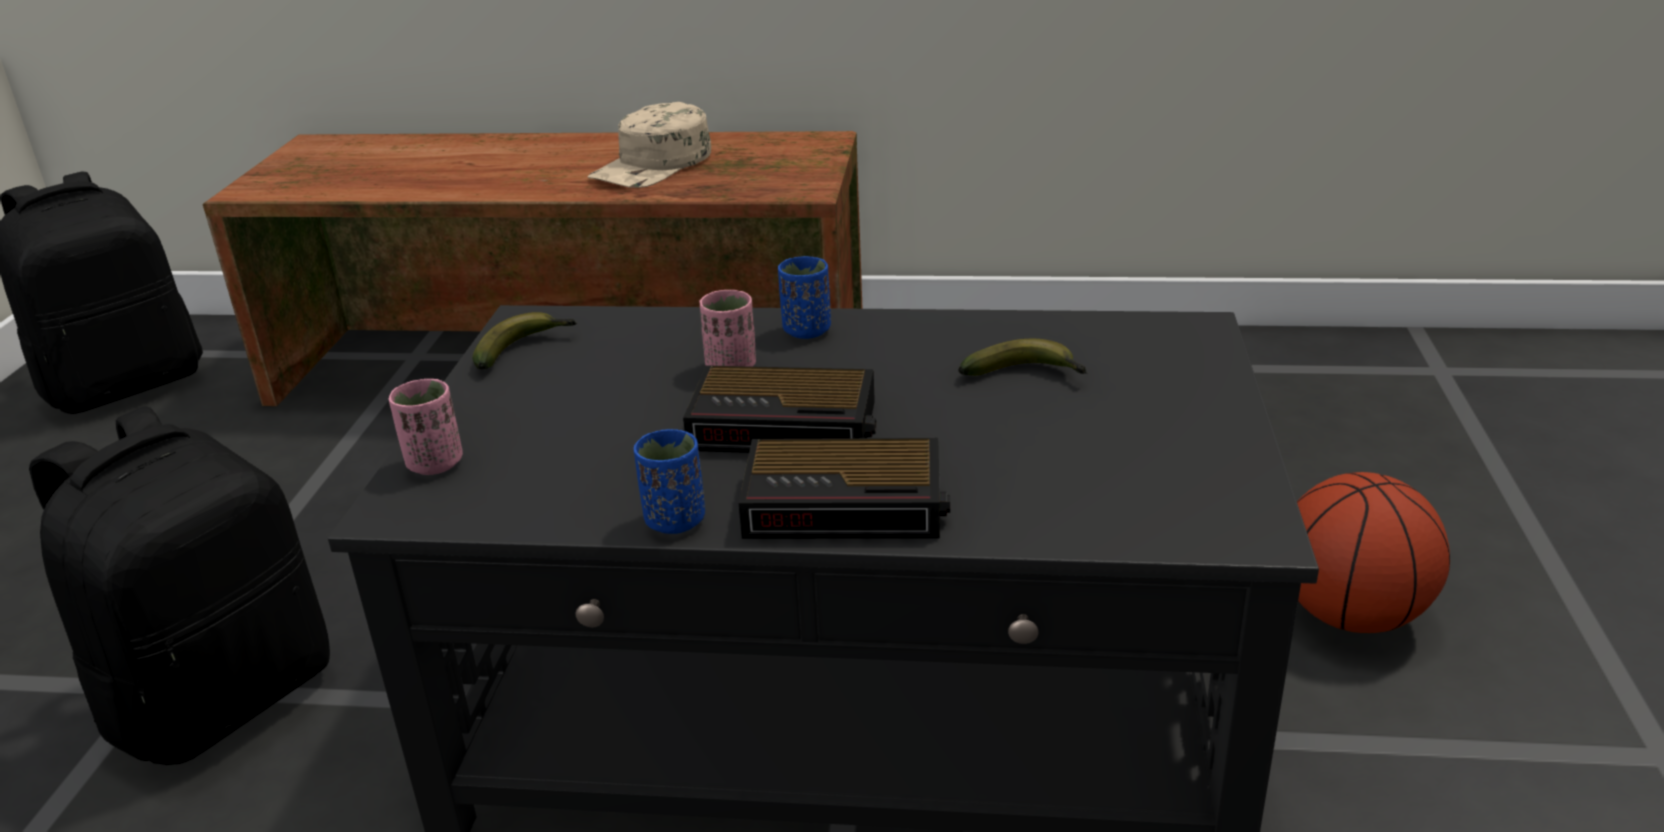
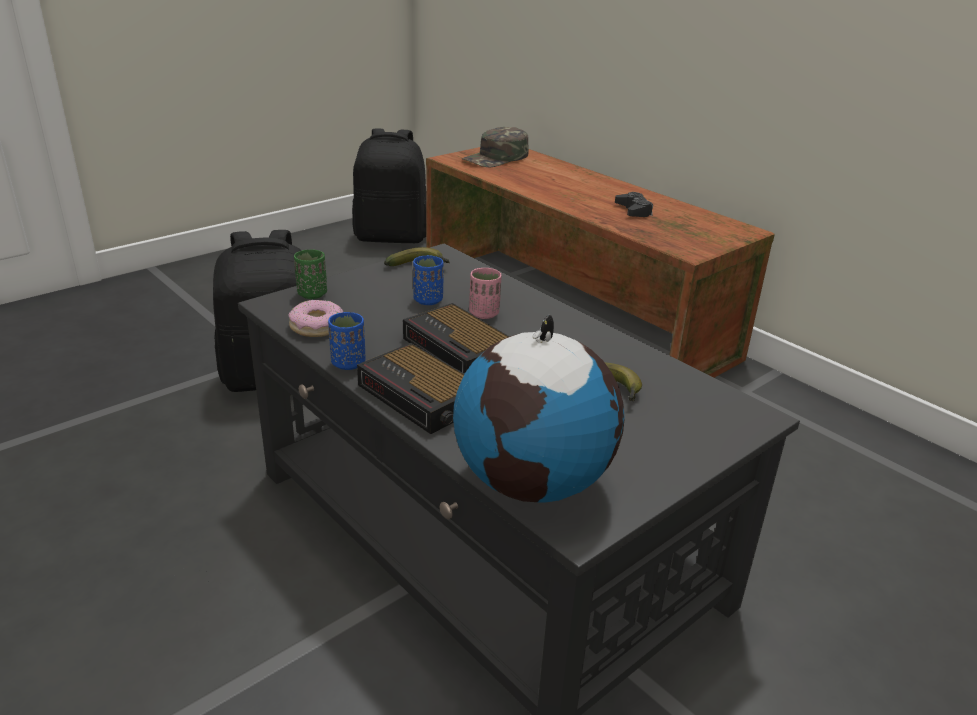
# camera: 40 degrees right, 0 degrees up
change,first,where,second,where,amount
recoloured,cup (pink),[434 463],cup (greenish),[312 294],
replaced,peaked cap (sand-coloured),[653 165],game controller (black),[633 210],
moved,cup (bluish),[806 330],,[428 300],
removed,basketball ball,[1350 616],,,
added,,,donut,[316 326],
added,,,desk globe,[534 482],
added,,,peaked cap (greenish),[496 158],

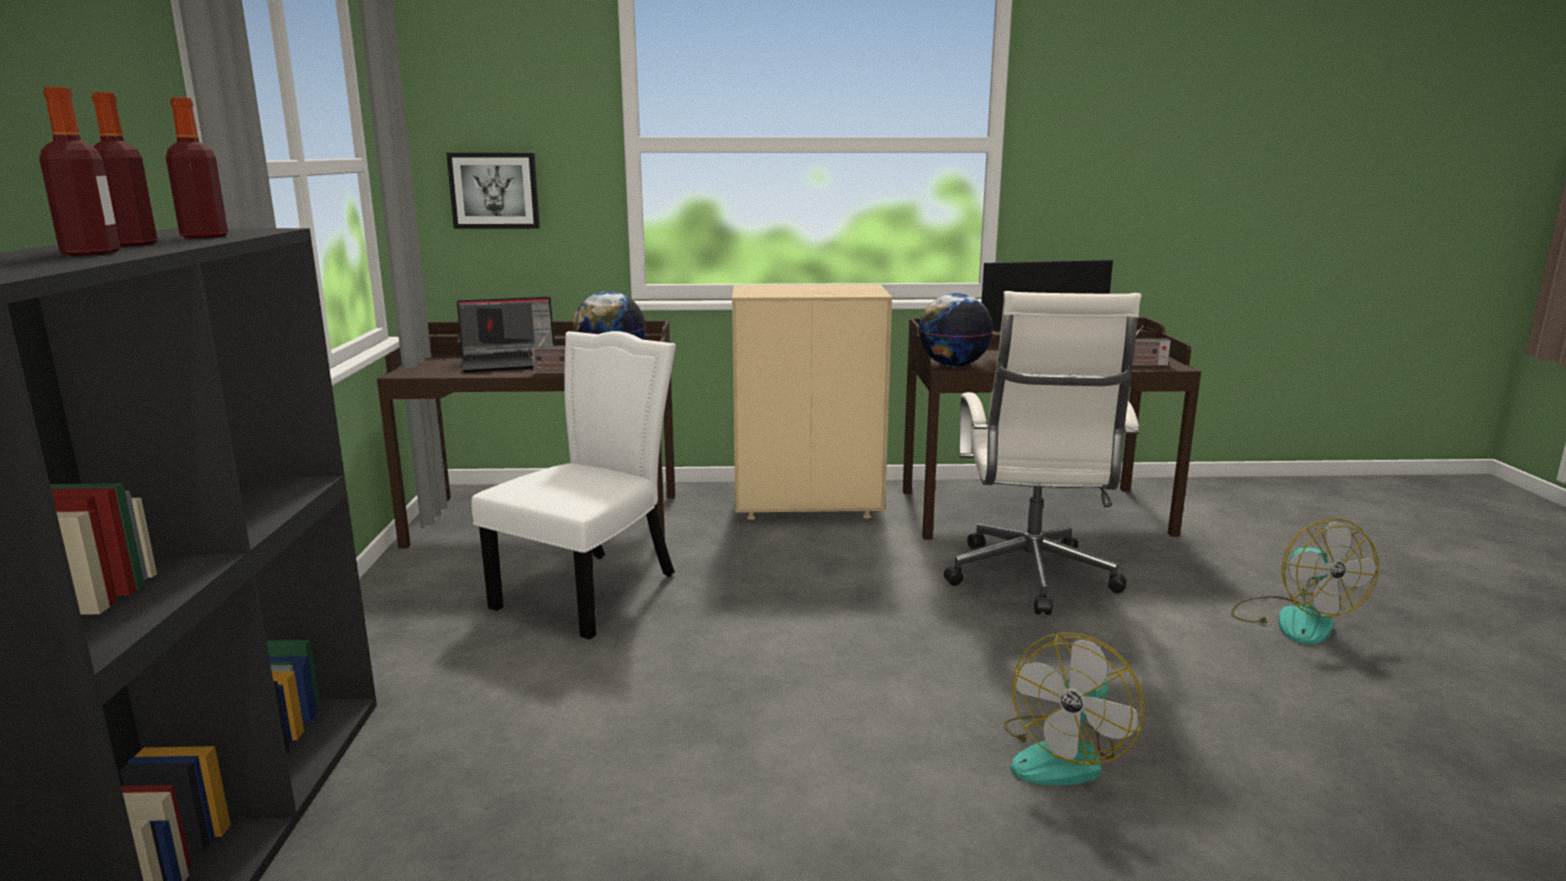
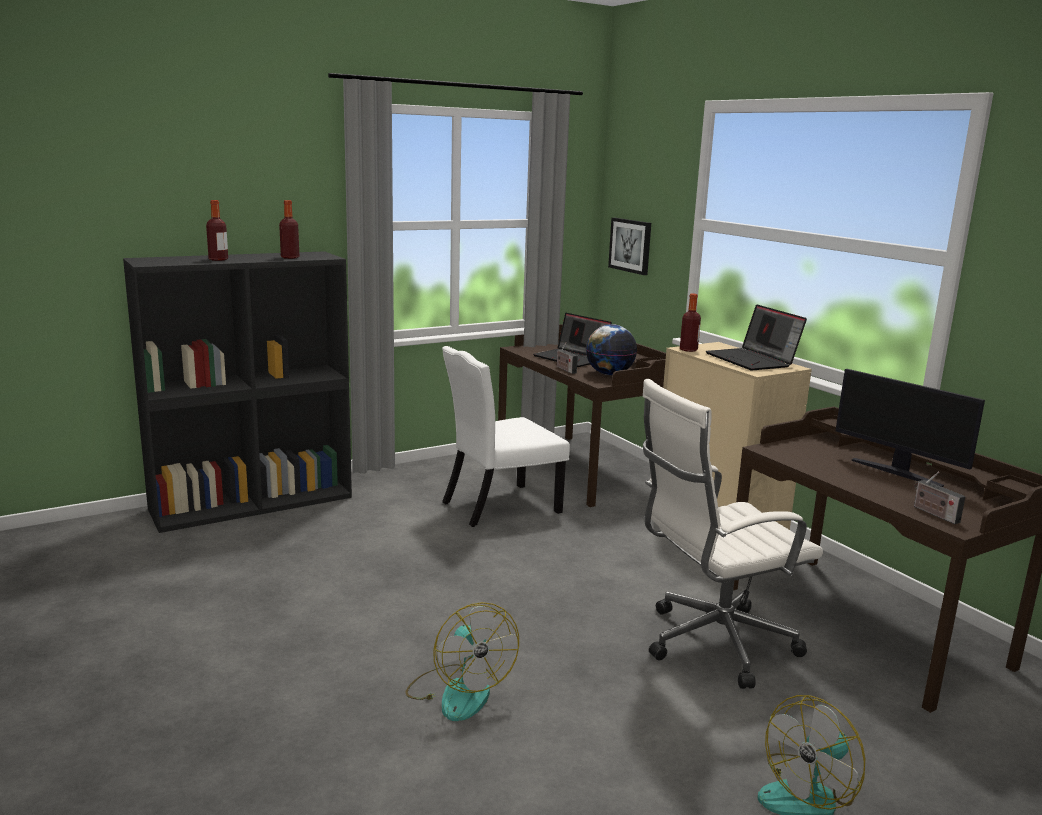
# camera: 60 degrees right, 0 degrees up
change,first,where,second,where,amount
moved,drink bottle,[132 244],,[688 350],
turned,plain chair (whitish),[587 594],,[502 506],150 degrees clockwise
removed,desk globe,[953 365],,,
turned,fan,[1064 755],,[459 691],120 degrees counterclockwise
added,,,portable computer,[753 360],

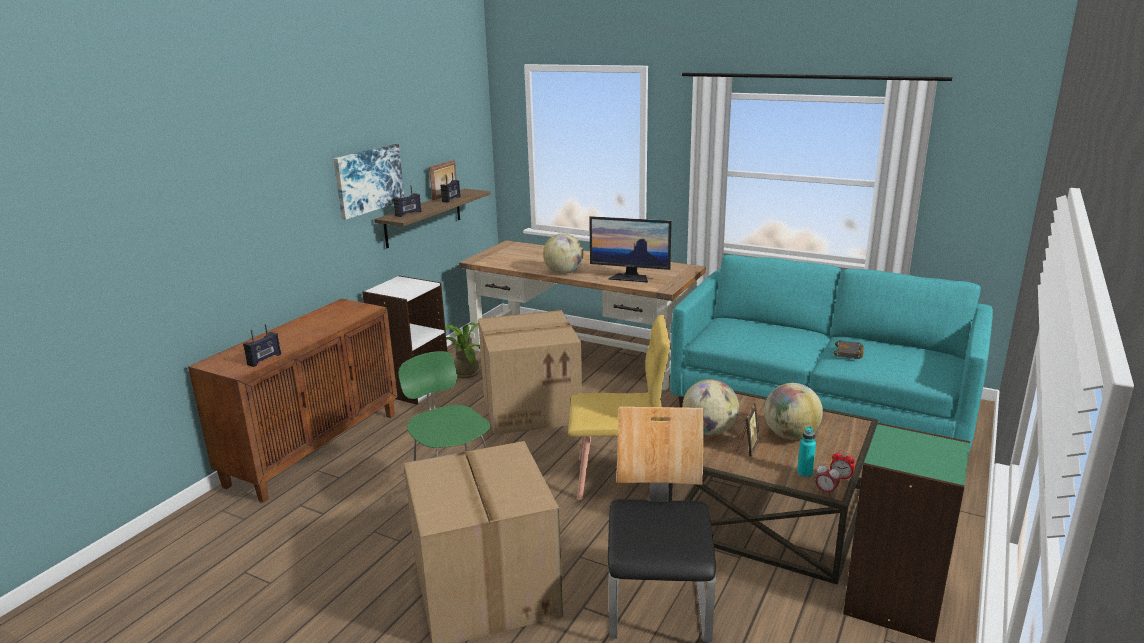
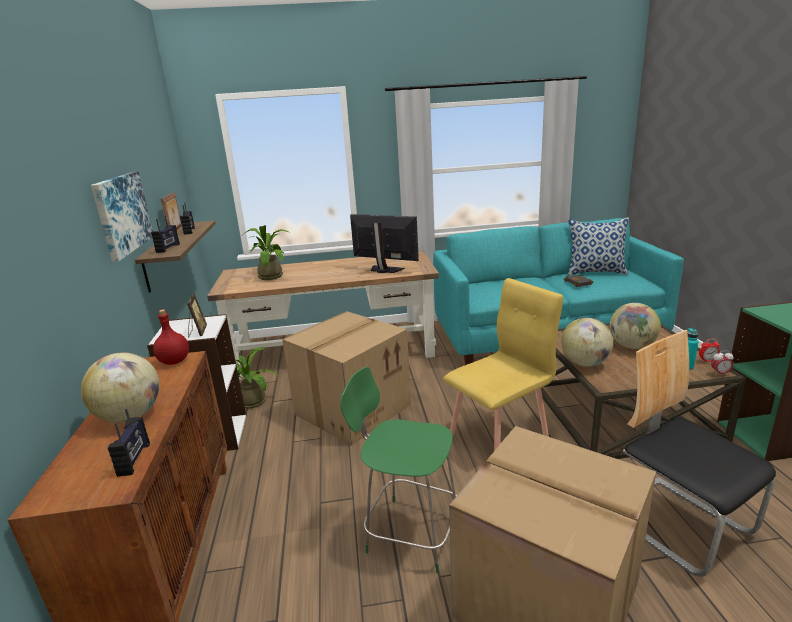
# camera: 35 degrees left, 0 degrees up
change,first,where,second,where,amount
moved,desk globe,[563 272],,[130 416],
turned,computer display,[630 277],,[384 270],135 degrees counterclockwise
moved,photo frame,[747 448],,[197 332],
added,,,drink bottle (red-coloured),[175 361],
added,,,plant in a pot,[271 275],
added,,,pillow,[596 272],

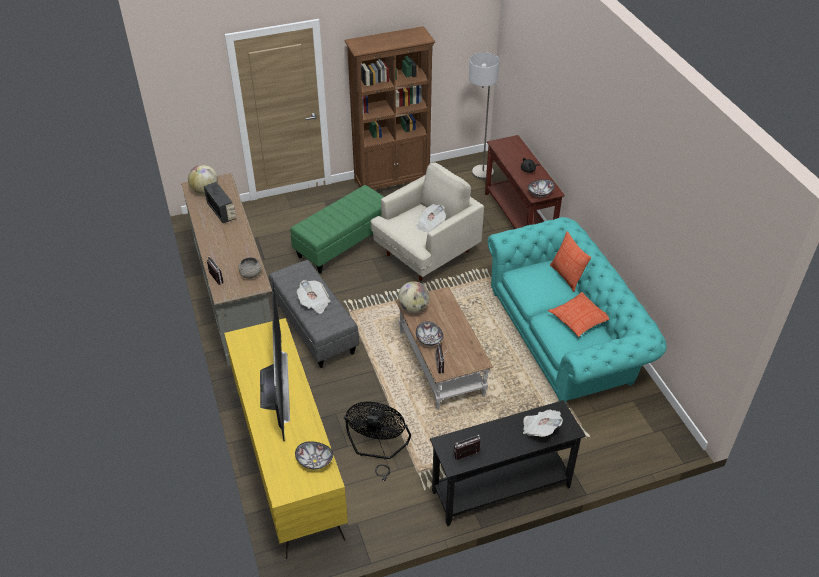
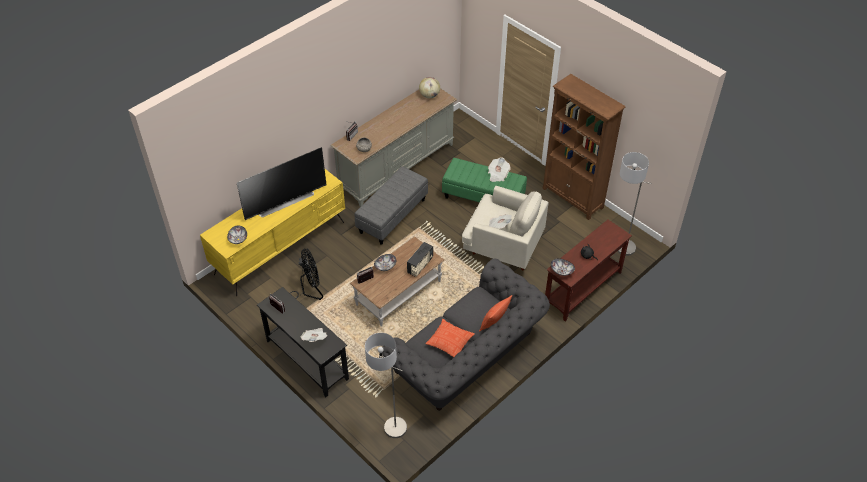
# camera: 65 degrees right, 5 degrees up
change,first,where,second,where,amount
moved,radio set,[221 211],,[420 265],
moved,newspaper,[314 303],,[497 174],
removed,desk globe,[413 308],,,
recoloured,couch (blue-green),[566 335],couch (greyish),[468 357],
added,,,standing lamp (greyish),[389 425],

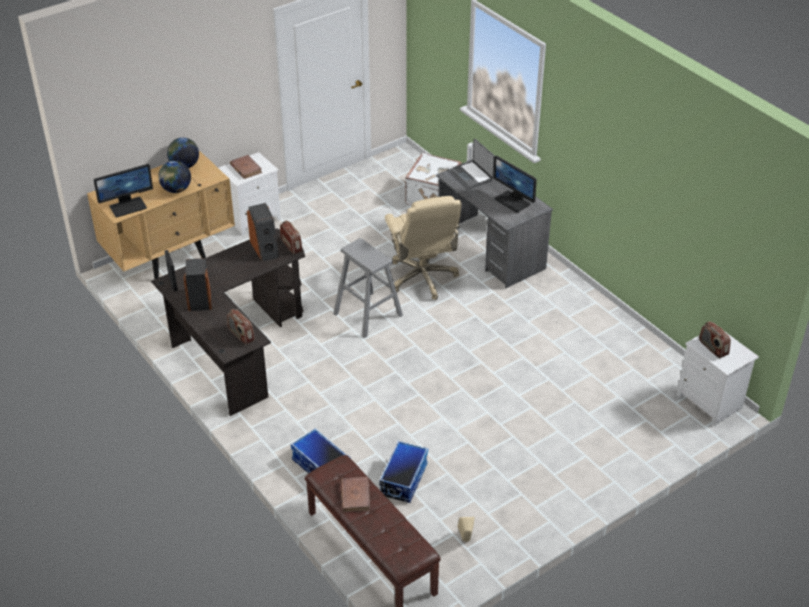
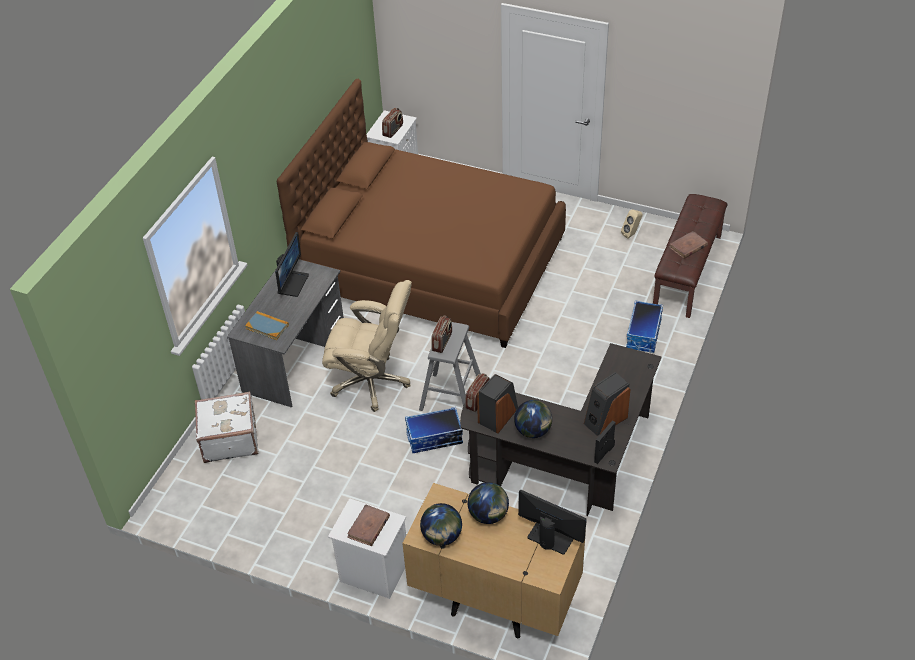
# camera: 120 degrees left, 5 degrees up
change,first,where,second,where,amount
moved,radio set,[241 335],,[442 342],
moved,storage bin,[403 479],,[434 438],
turned,computer chair (sand-coloured),[422 279],,[373 384],60 degrees clockwise
replaced,portable computer,[472 175],book,[267 327],
added,,,bedroom bed (brown),[431 264],
added,,,desk globe,[533 431],

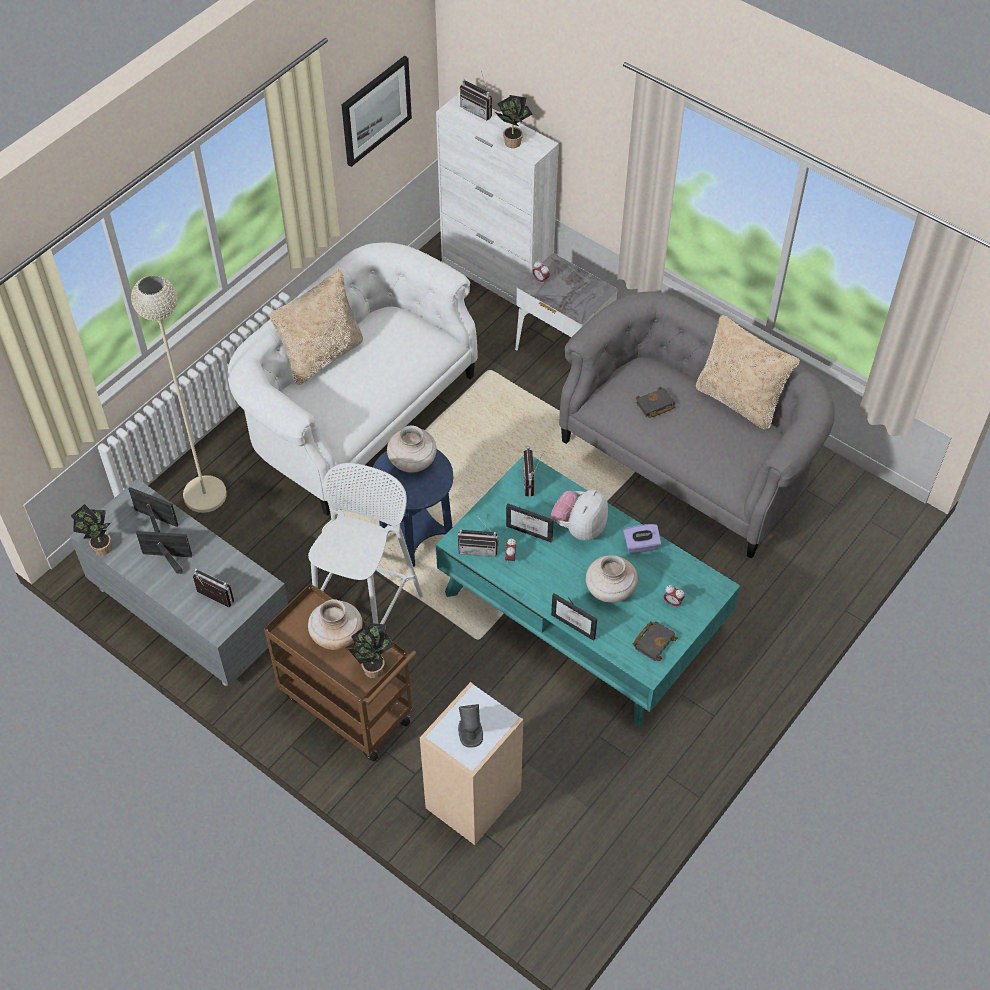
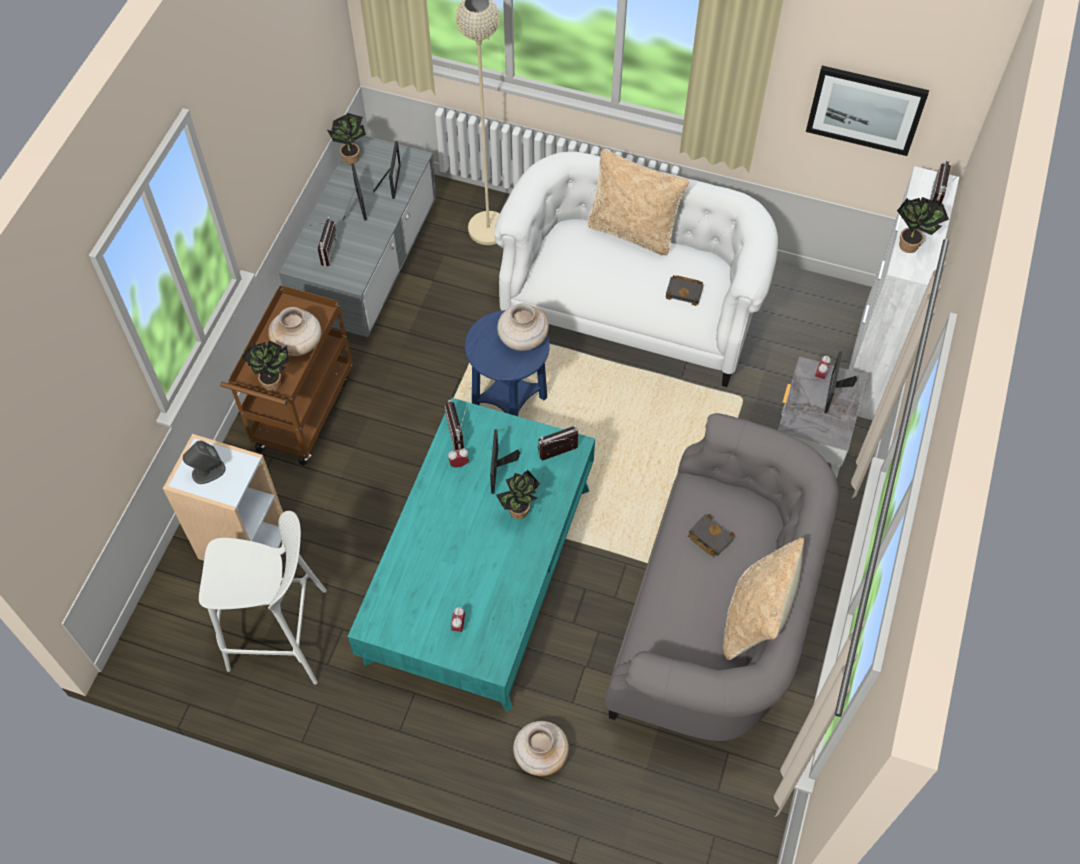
# camera: 70 degrees right, 5 degrees up
change,first,where,second,where,amount
moved,stool (whitish),[365 612],,[280 635],
replaced,soft toy,[579 527],plant in a pot,[519 513],
moved,photo frame,[576 623],,[834 394],
moved,decorative vase (sand-coloured),[609 590],,[540 755],
removed,box of tissues (purple-coloured),[641 545],,,
moved,book (black),[654 641],,[685 291],

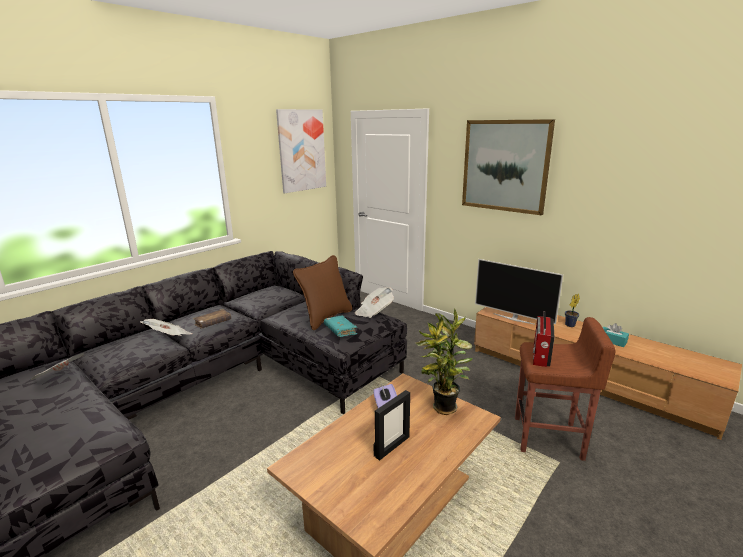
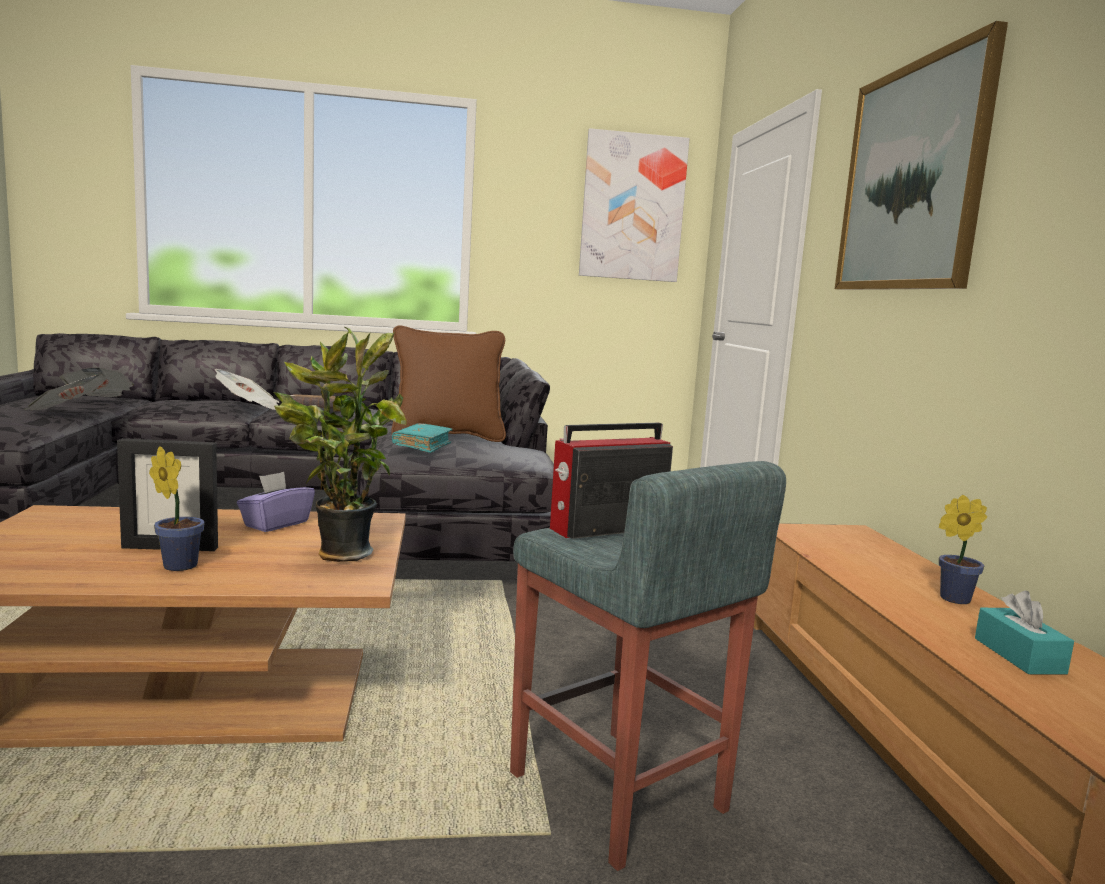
# camera: 40 degrees right, 10 degrees down
change,first,where,second,where,amount
moved,newspaper,[374 312],,[67 413],
removed,TV,[513 318],,,
recoloured,stool (brown),[549 438],stool (greyish),[618 794],
added,,,plant in a pot,[177 565],

